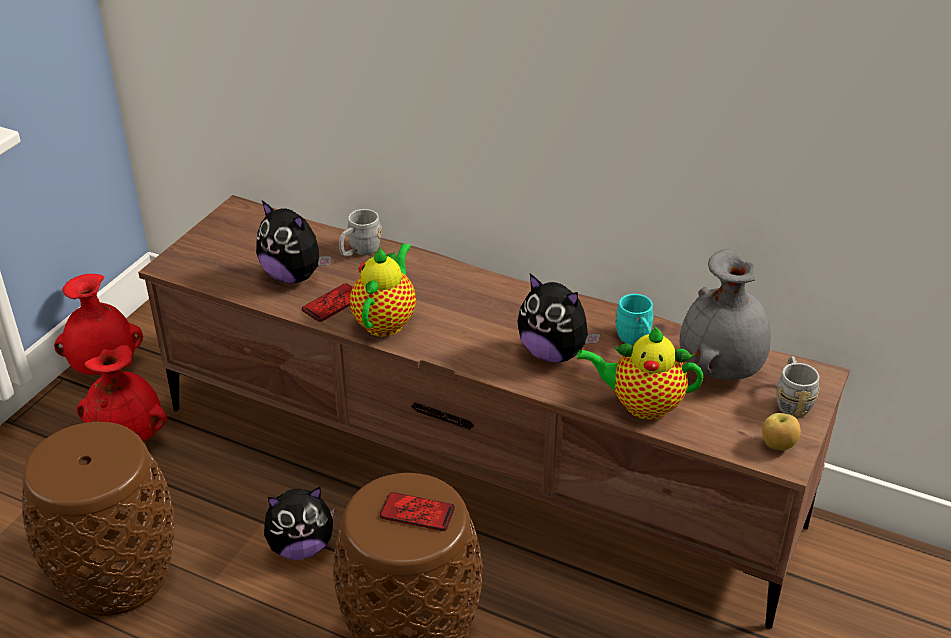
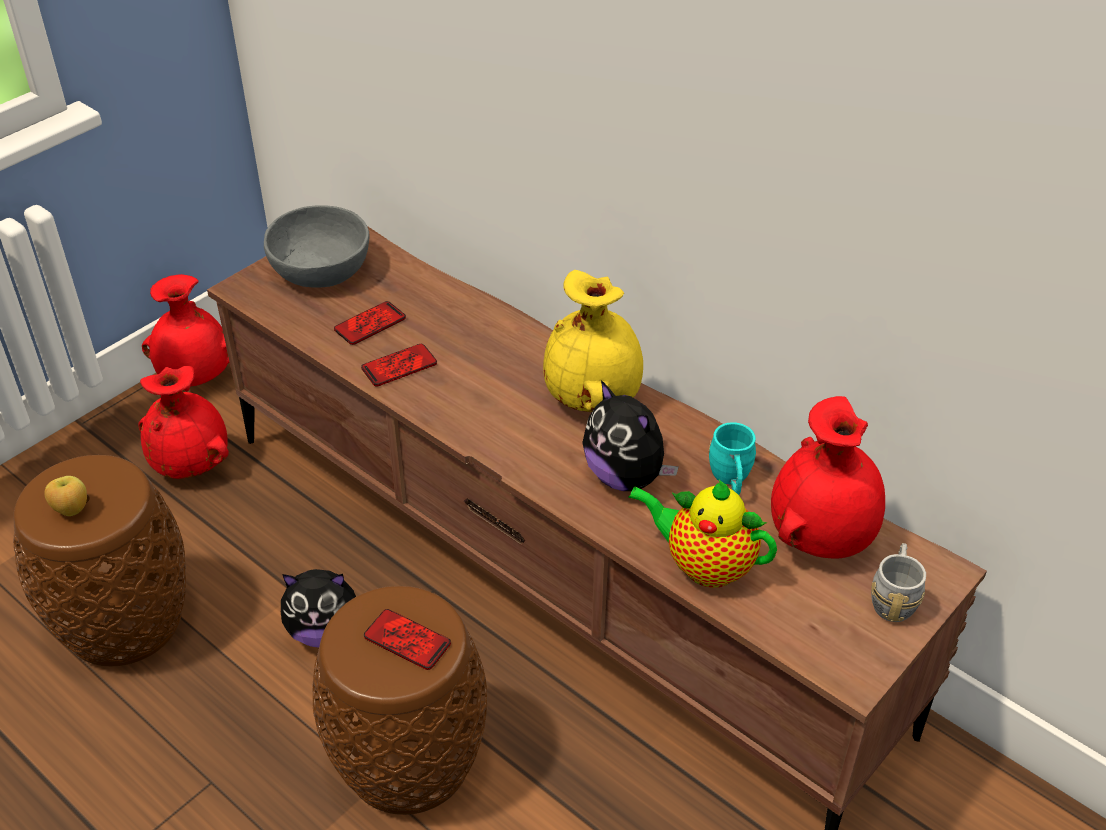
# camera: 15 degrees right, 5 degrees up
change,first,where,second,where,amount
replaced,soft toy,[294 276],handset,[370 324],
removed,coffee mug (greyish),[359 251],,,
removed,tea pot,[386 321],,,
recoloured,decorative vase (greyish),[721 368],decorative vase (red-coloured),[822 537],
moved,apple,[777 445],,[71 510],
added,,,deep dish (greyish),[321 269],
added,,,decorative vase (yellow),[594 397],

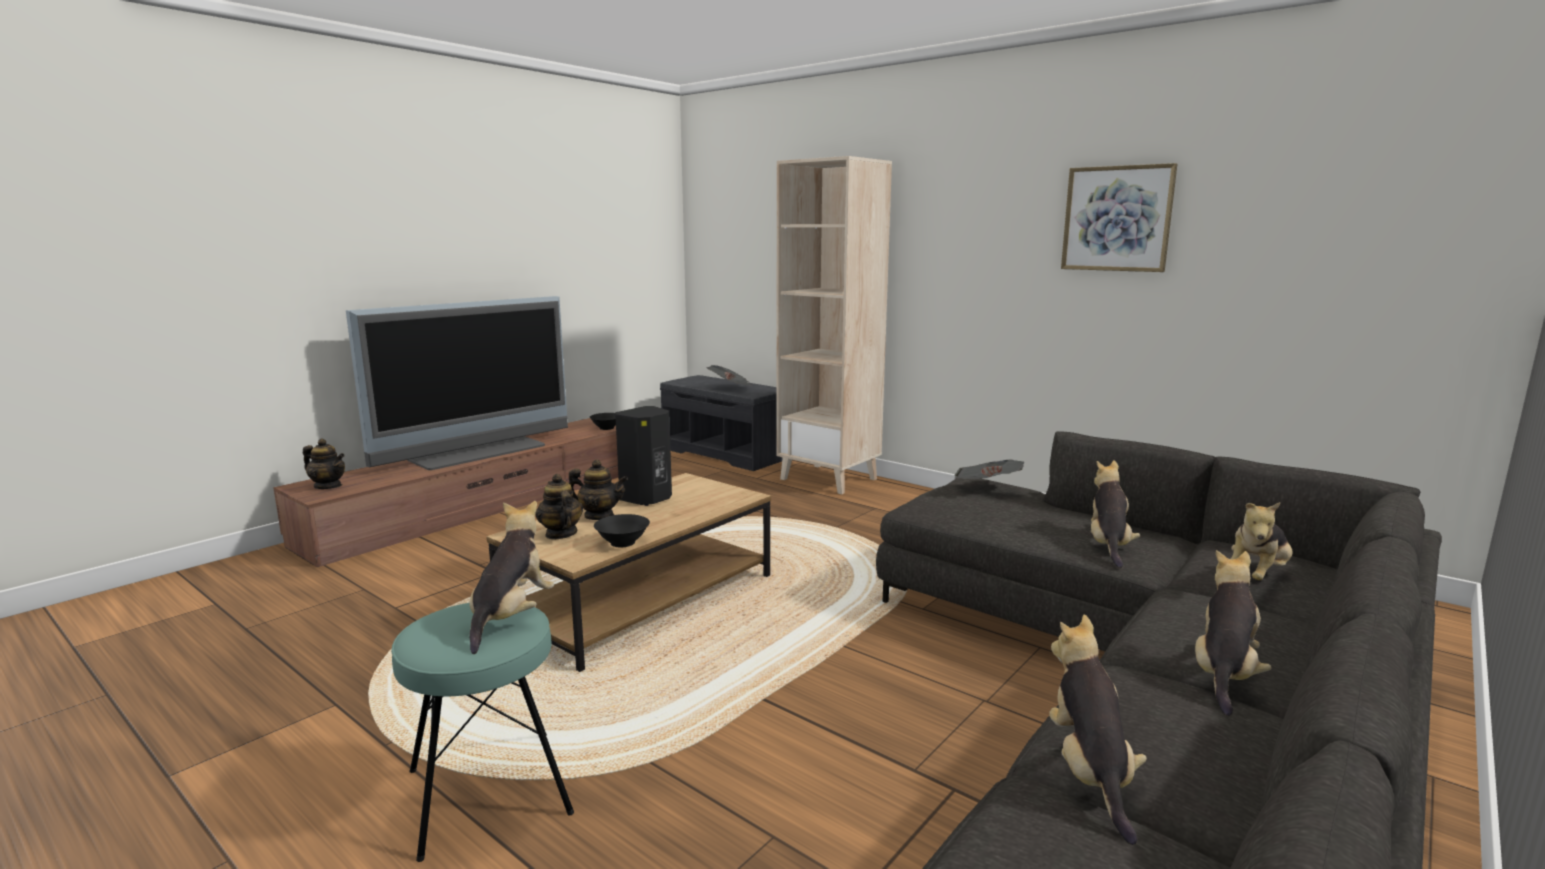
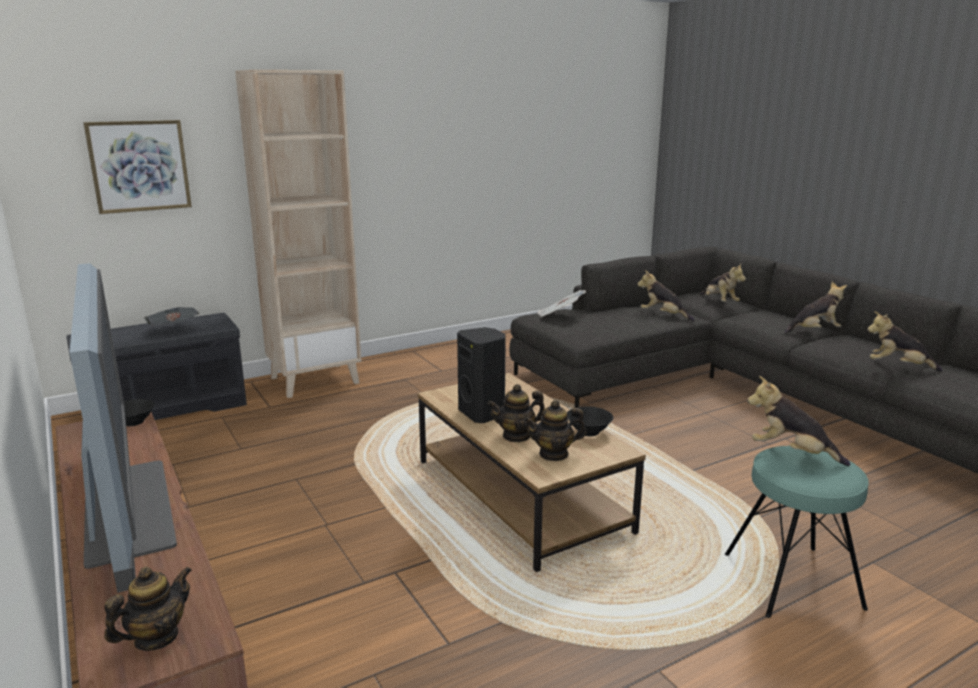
# camera: 70 degrees left, 5 degrees up
change,first,where,second,where,amount
turned,tea pot,[599 516],,[516 436],135 degrees counterclockwise
moved,wall picture,[1117 219],,[139 166],
turned,soft toy,[1224 674],,[814 331],120 degrees clockwise

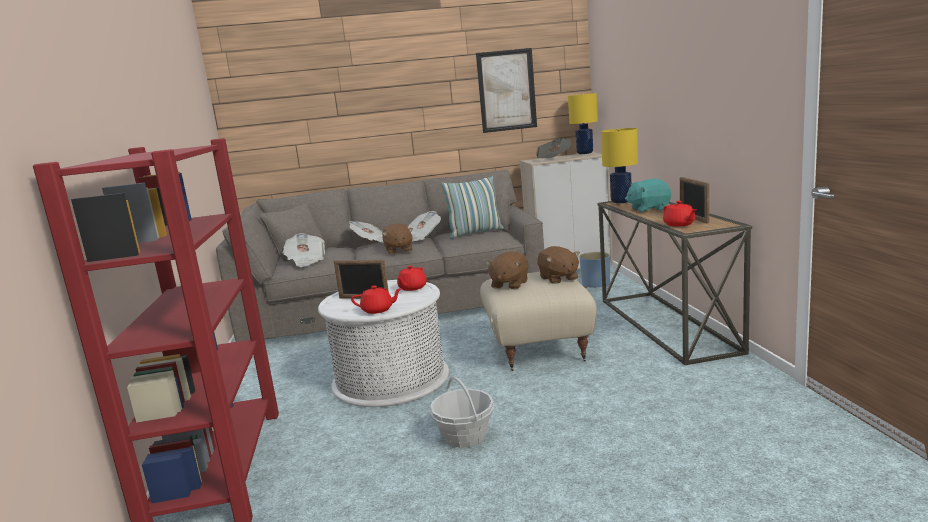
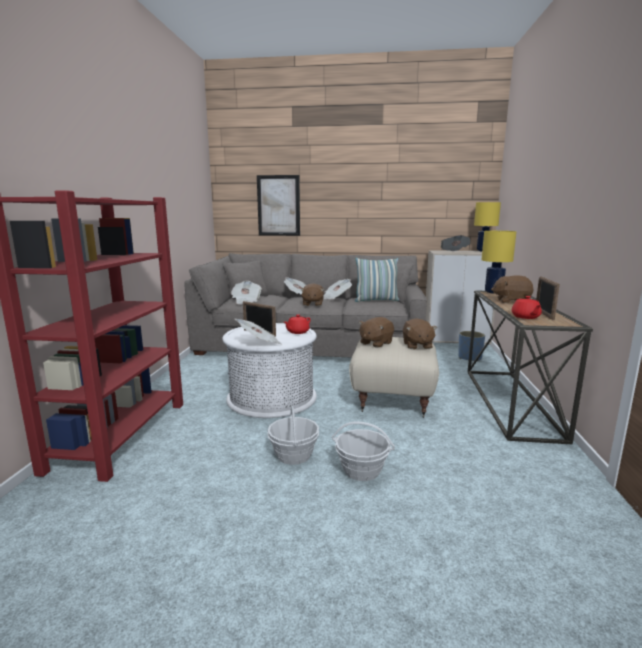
# camera: 15 degrees right, 0 degrees up
change,first,where,second,where,amount
replaced,tea pot (red-coloured),[378 310],newspaper,[259 343],
moved,wall picture,[506 90],,[278 205],
recoloured,soft toy (blue-green),[648 209],soft toy (brown),[511 301],
added,,,basket,[362 470],

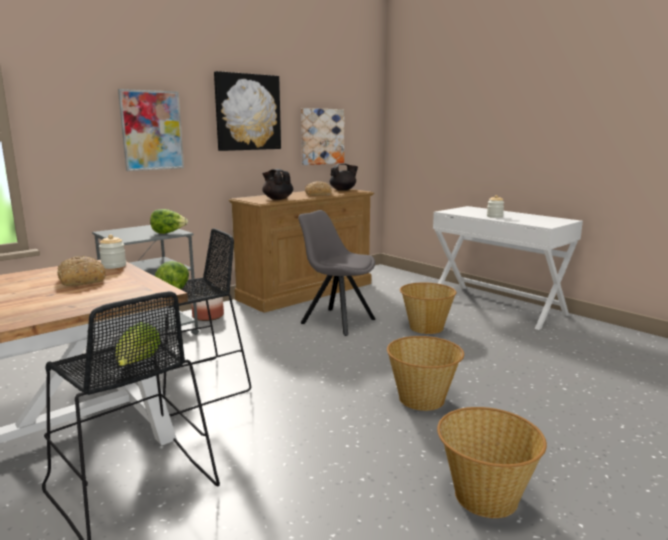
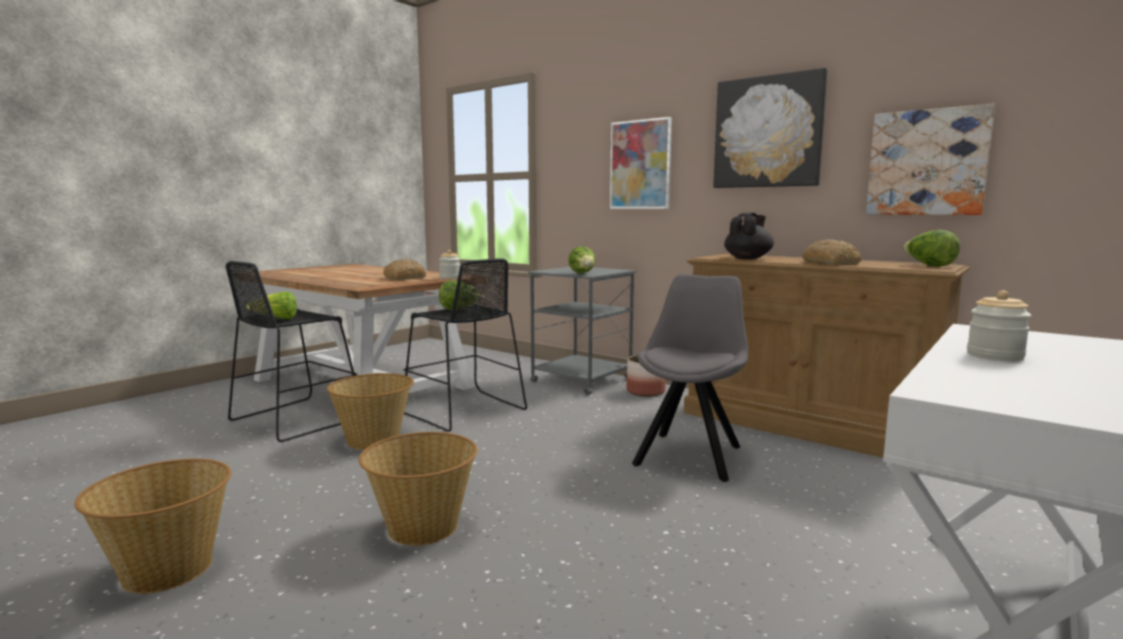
# camera: 80 degrees right, 5 degrees down
change,first,where,second,where,amount
replaced,tea pot (black),[343 190],lettuce head,[929 266],
moved,basket,[426 327],,[374 440],

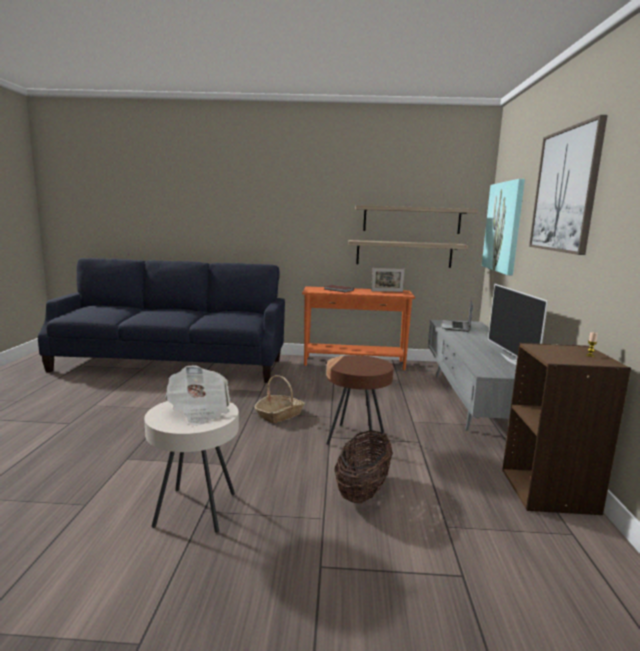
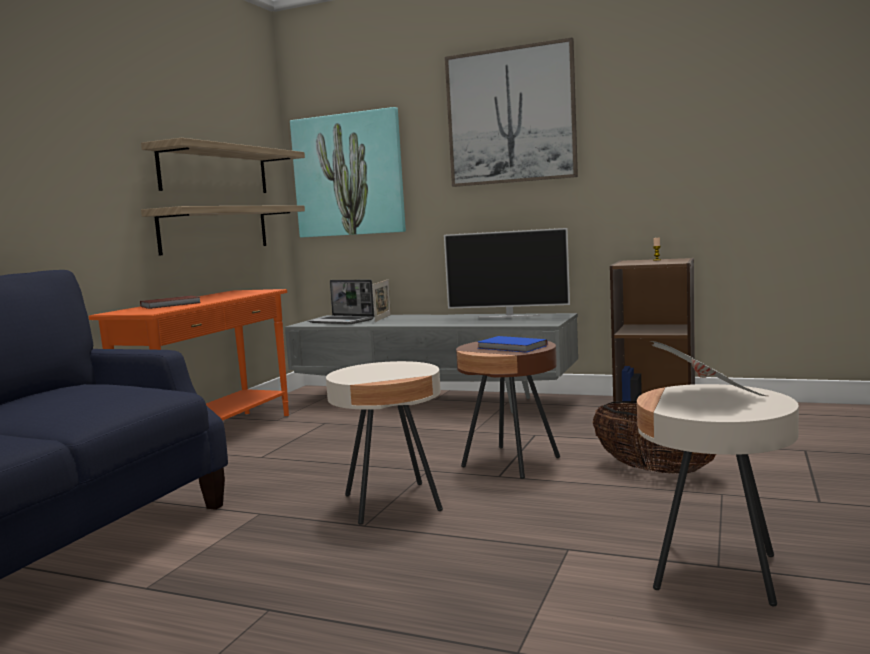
# camera: 70 degrees left, 5 degrees down
change,first,where,second,where,amount
replaced,basket,[279 415],side table (sand-coloured),[392 503],
moved,photo frame,[387 291],,[383 318],
added,,,book (bluish),[512 347],

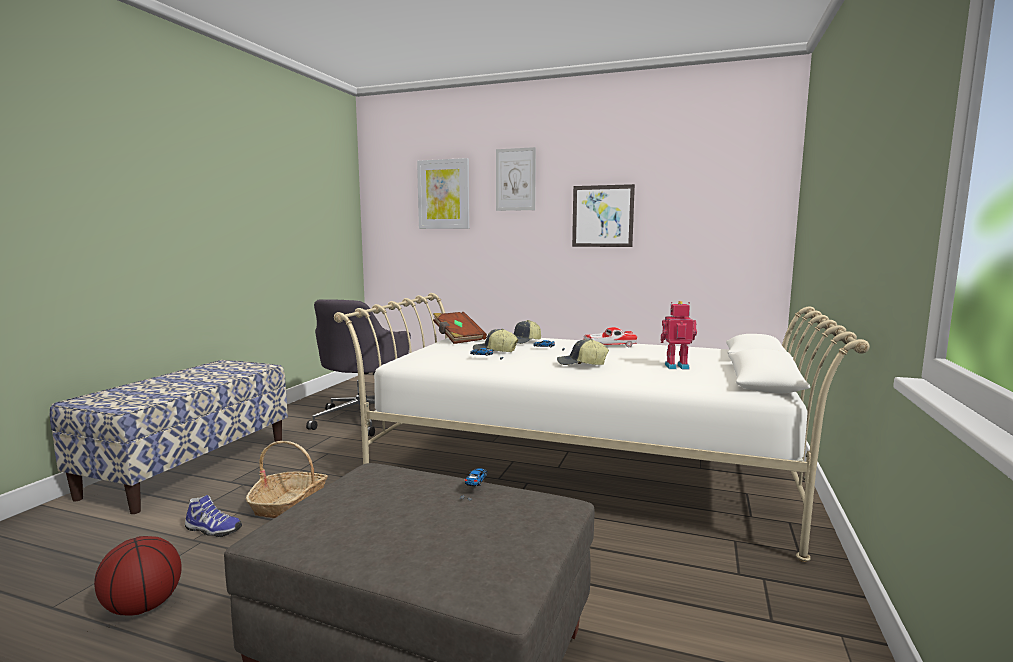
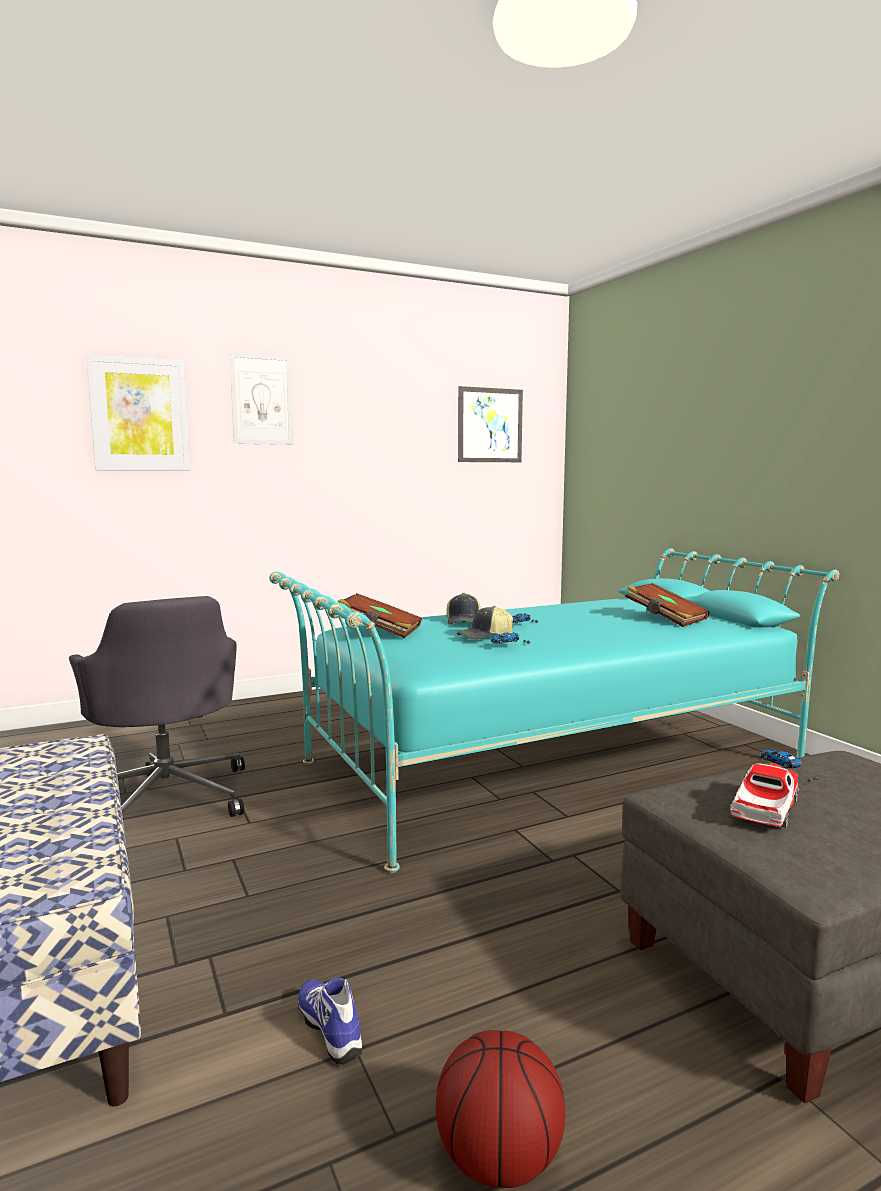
# camera: 45 degrees left, 0 degrees up
change,first,where,second,where,amount
turned,item of footwear,[212 530],,[332 1028],90 degrees counterclockwise
removed,basket,[289 503],,,
recoloured,bedroom bed (whitish),[579 473],bedroom bed (blue-green),[552 765],
removed,peaked cap,[581 364],,,
moved,wall picture,[602 216],,[490 425],
moved,toy car,[609 345],,[764 808],
replaced,toy robot,[676 366],book (brown),[665 619],

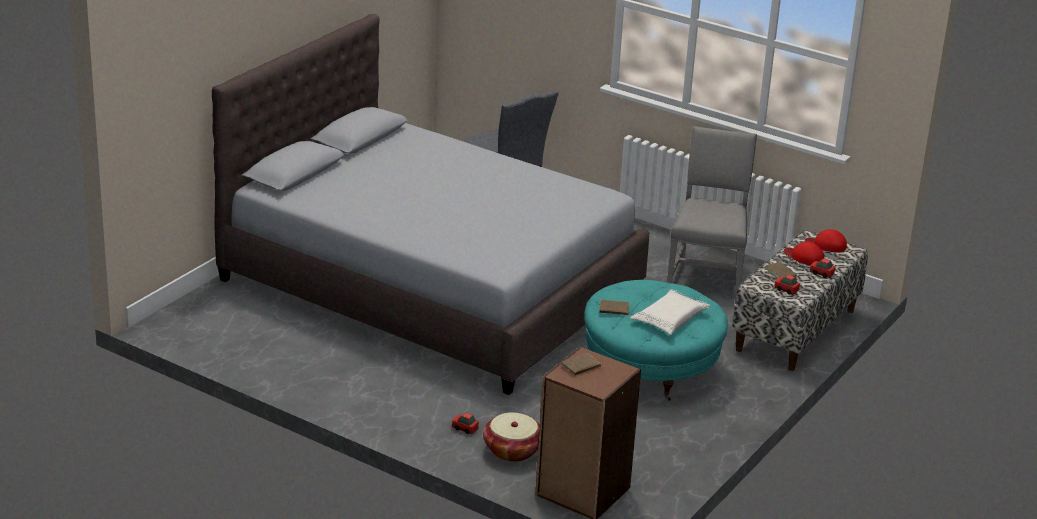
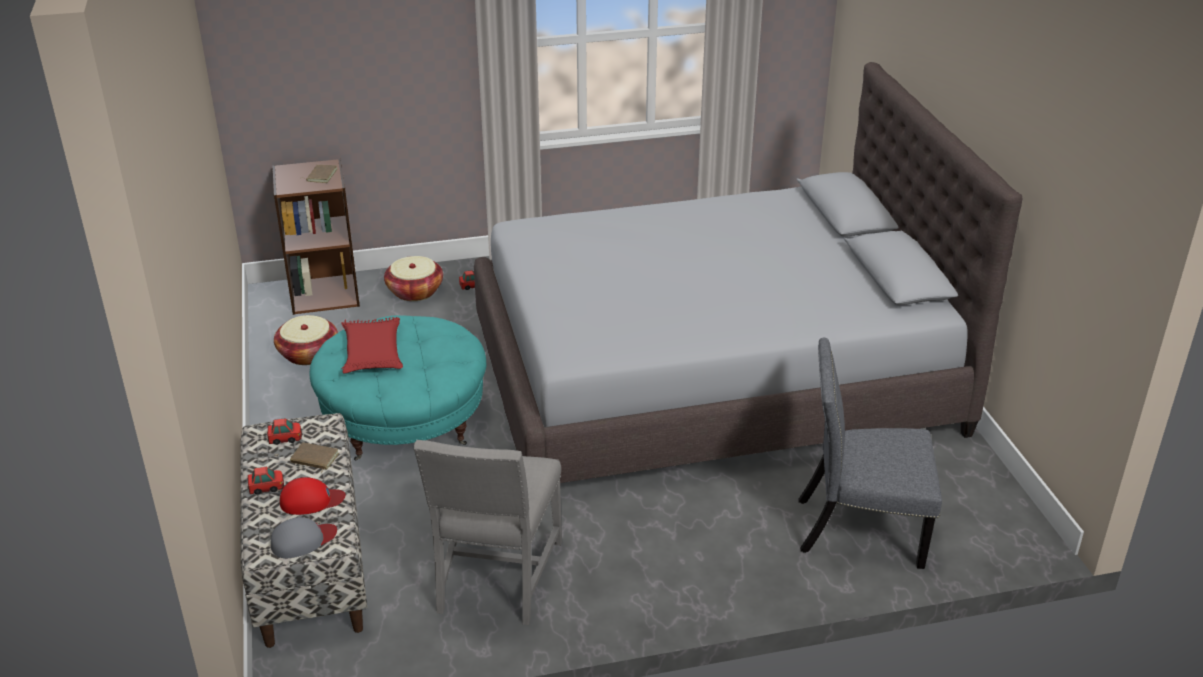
# camera: 135 degrees right, 5 degrees up
change,first,where,second,where,amount
removed,book (brown),[614 310],,,
recoloured,pillow (whitish),[670 317],pillow (red-coloured),[372 351],
turned,plain chair (greyish),[706 275],,[495 579],45 degrees clockwise
recoloured,peaked cap (red-coloured),[826 245],peaked cap (greyish),[303 540],
added,,,basket,[308 353],

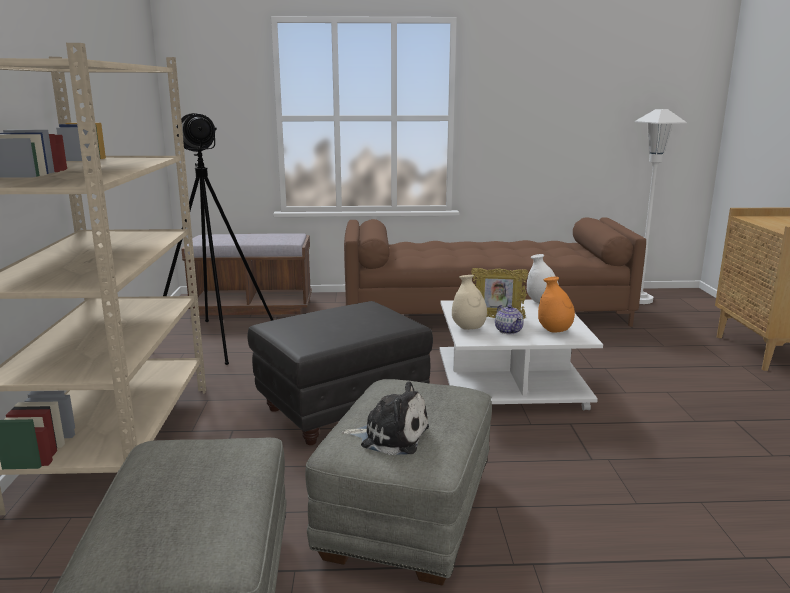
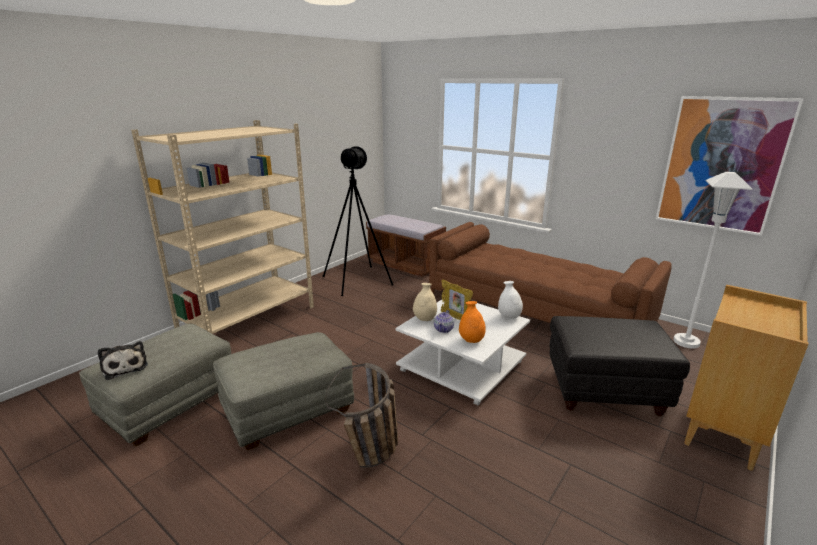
# camera: 40 degrees right, 5 degrees up
change,first,where,second,where,amount
moved,ottoman (black),[341 409],,[604 391],
moved,soft toy,[390 436],,[125 367],
added,,,basket,[372 457],
added,,,wall picture,[721 164],

